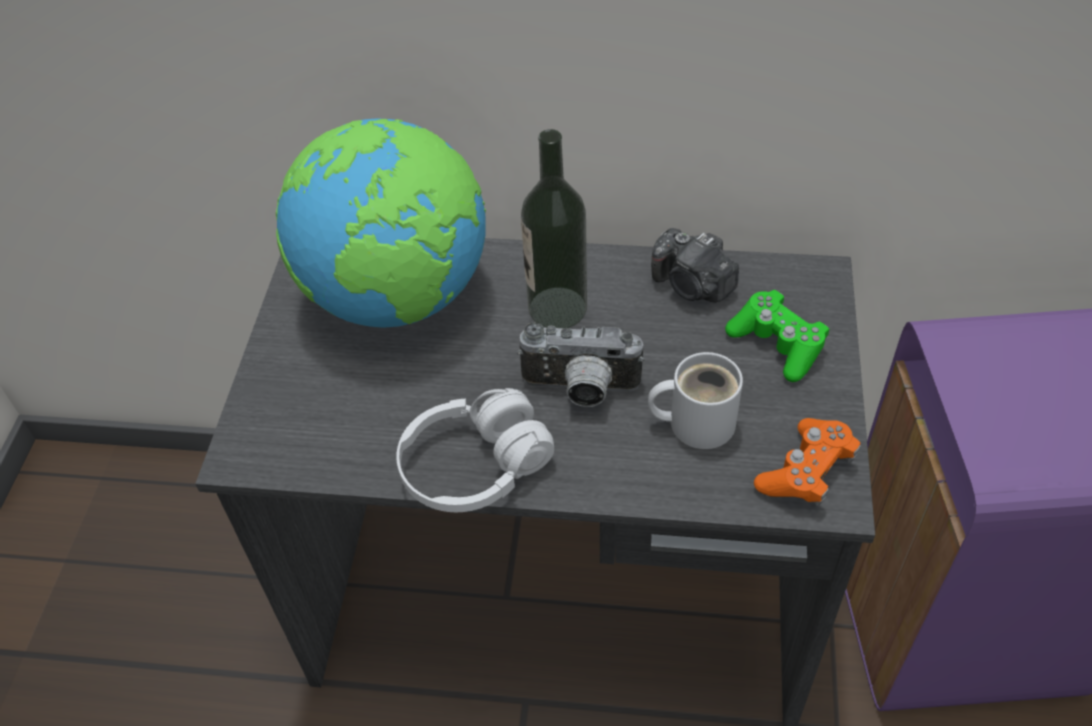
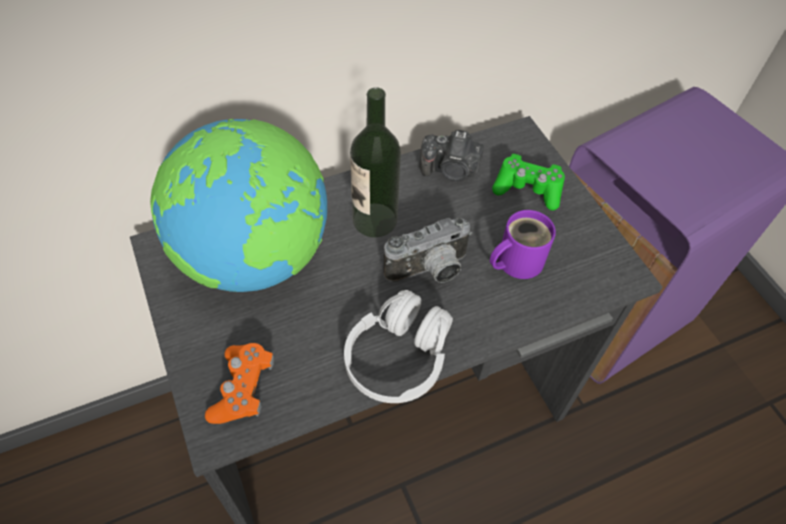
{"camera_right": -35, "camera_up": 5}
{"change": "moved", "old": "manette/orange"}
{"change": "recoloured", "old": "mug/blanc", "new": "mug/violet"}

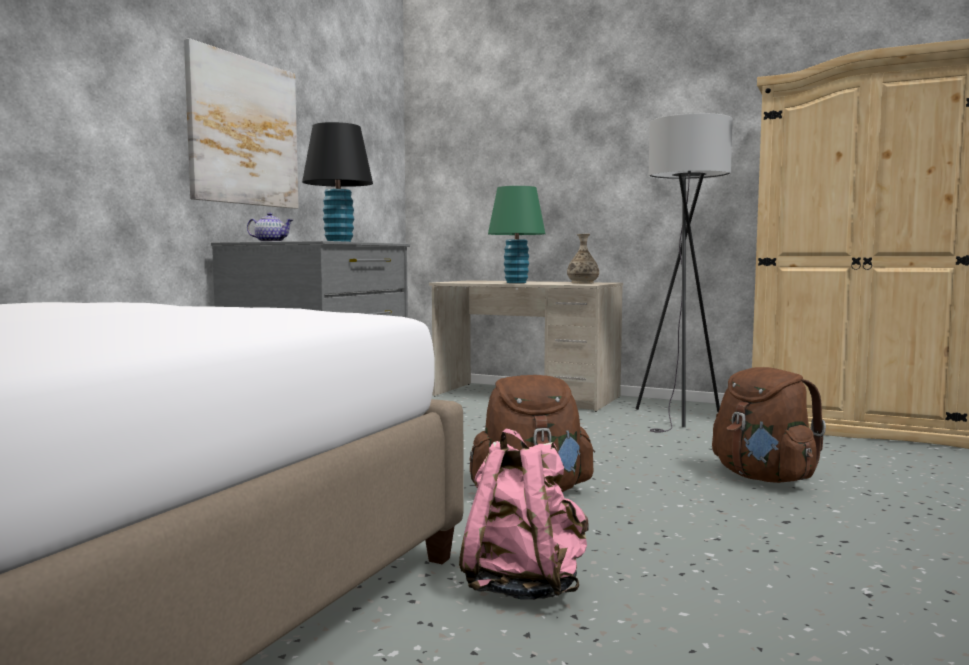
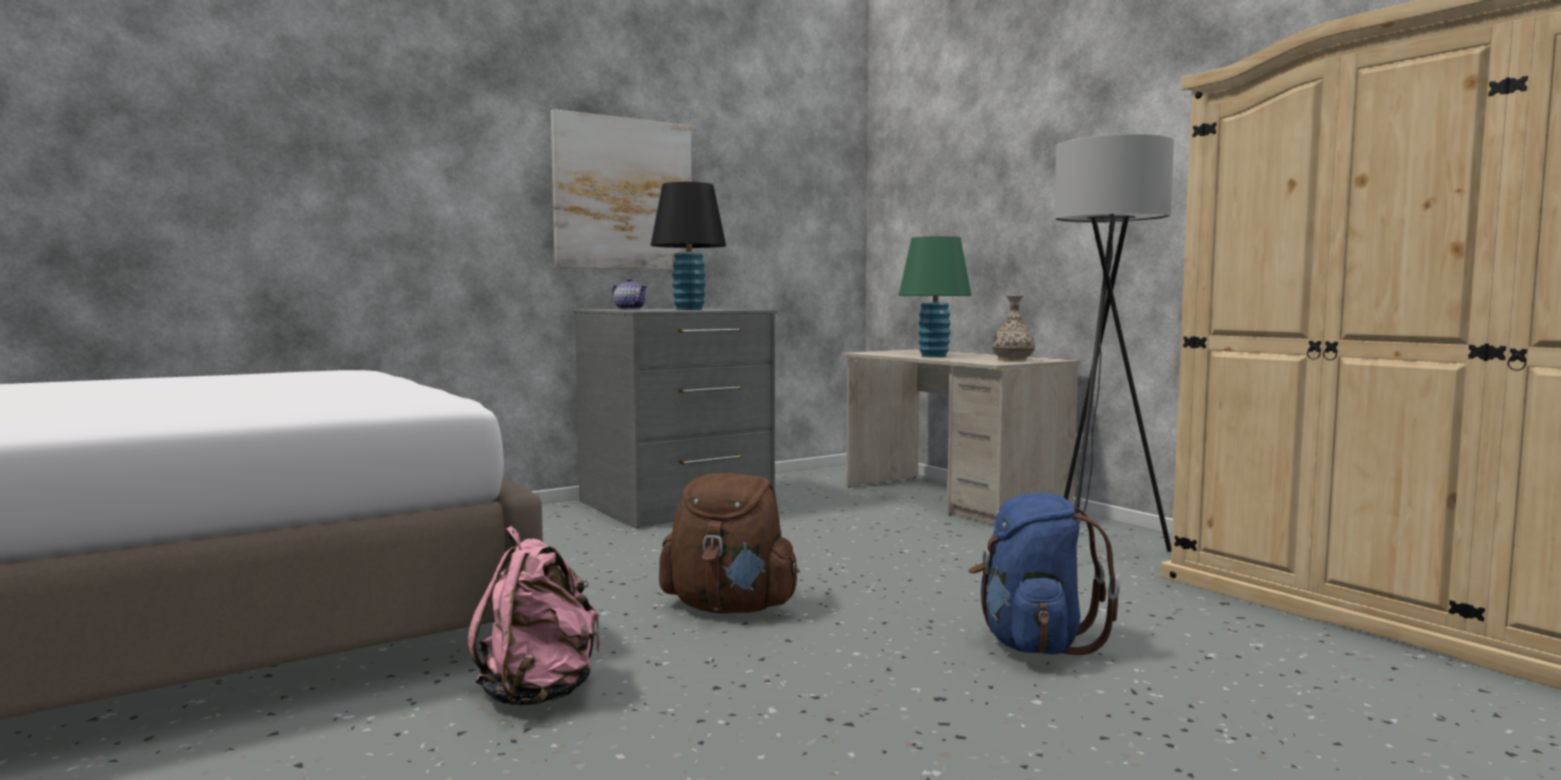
{"camera_right": 30, "camera_up": 0}
{"change": "recoloured", "old": "sac à dos/marron (2nd from left)", "new": "sac à dos/bleu"}

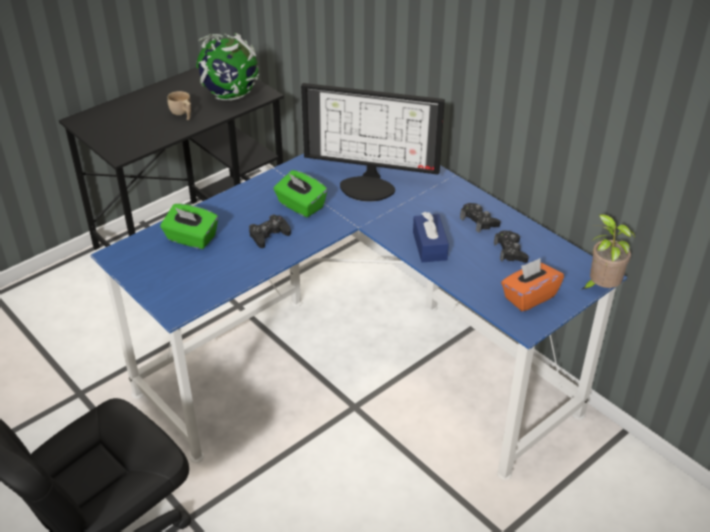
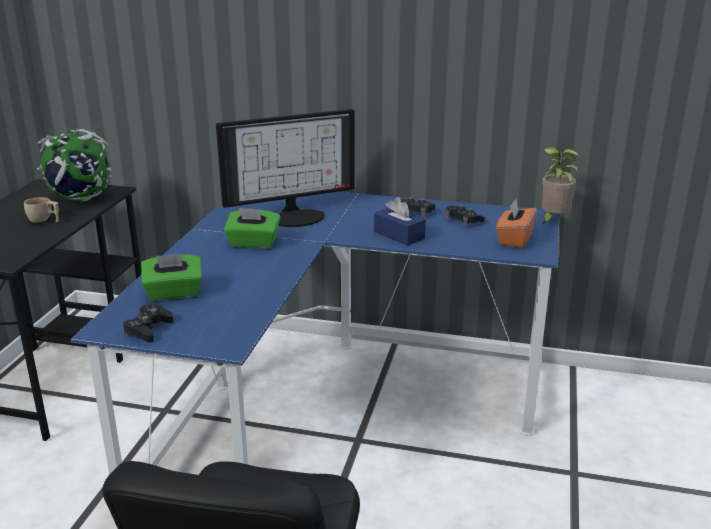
{"camera_right": -35, "camera_up": -15}
{"change": "moved", "old": "manette/noir (1st from left)"}

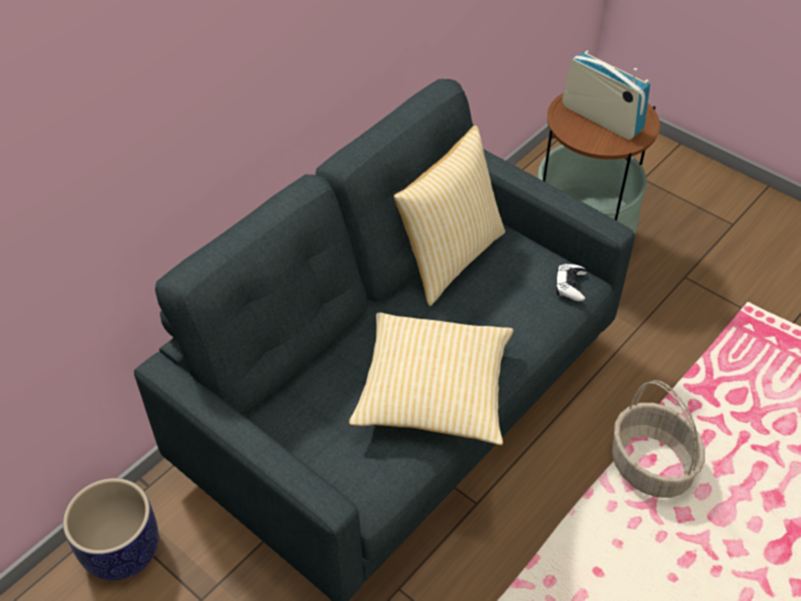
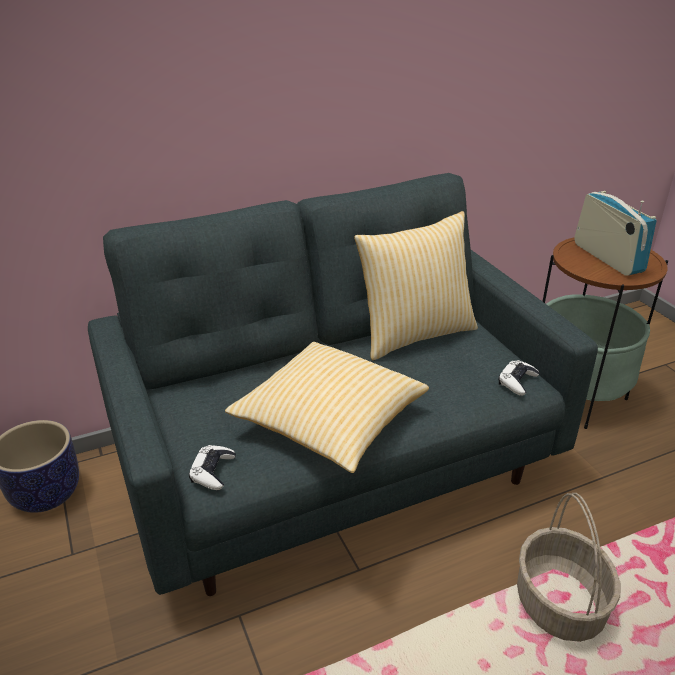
{"camera_right": 25, "camera_up": -15}
{"change": "added", "new": "manette/blanc (1st from left)"}

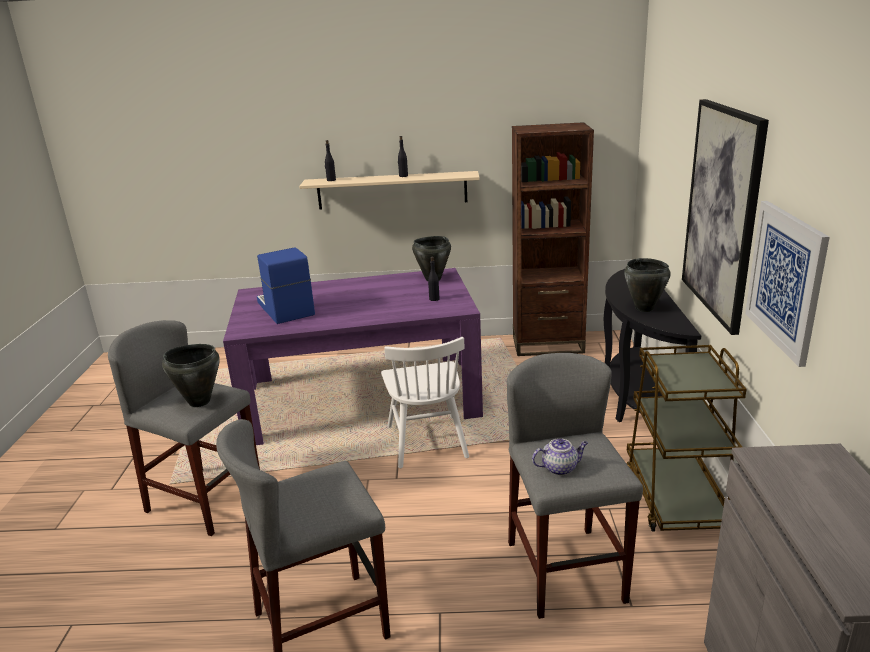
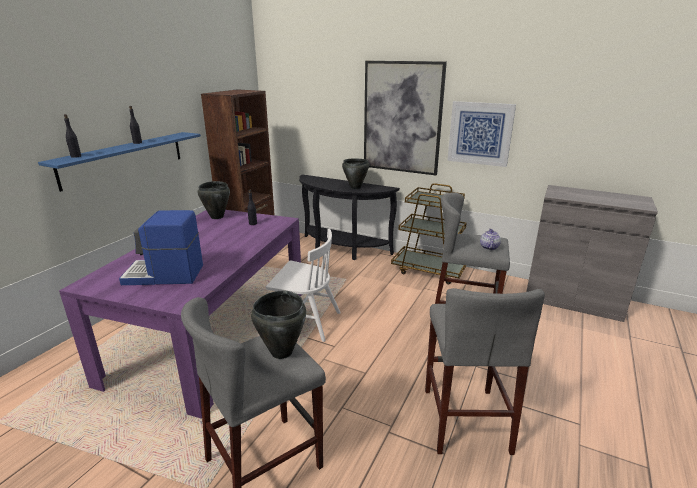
{"camera_right": -65, "camera_up": 0}
{"change": "recoloured", "old": "étagère/beige", "new": "étagère/bleu"}

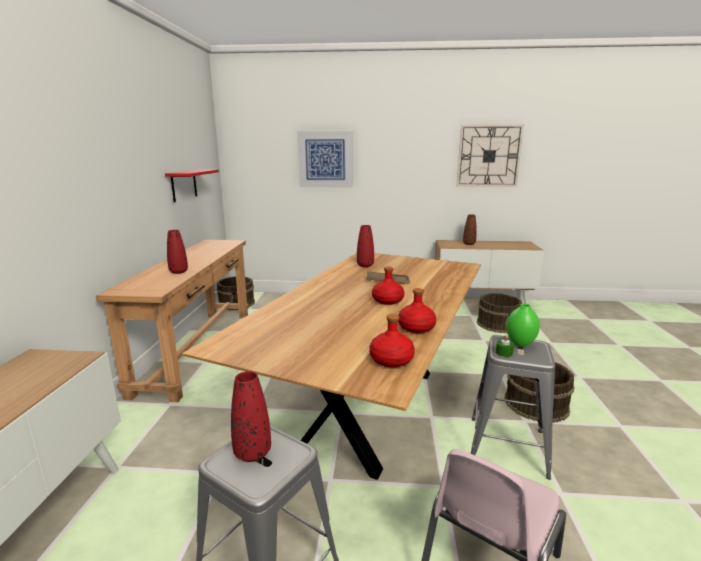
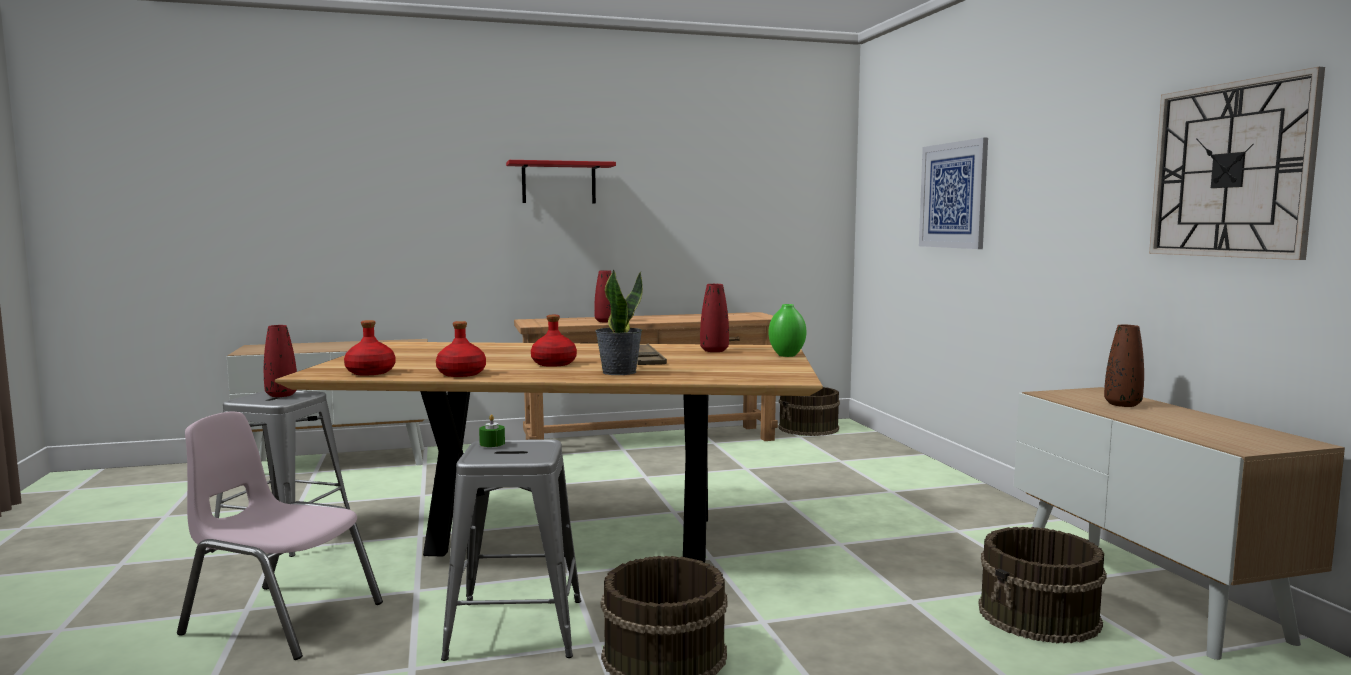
{"camera_right": 70, "camera_up": -10}
{"change": "added", "new": "plante en pot"}
{"change": "moved", "old": "étagère/rouge"}
{"change": "moved", "old": "vase/vert"}

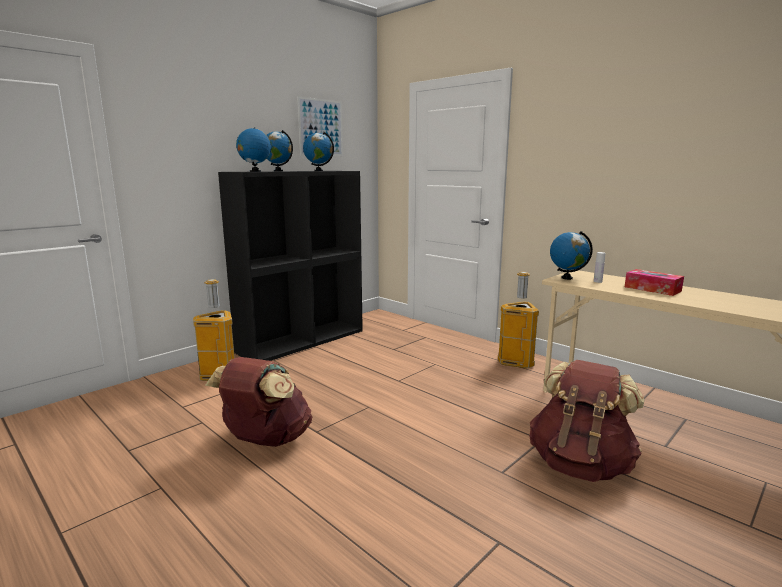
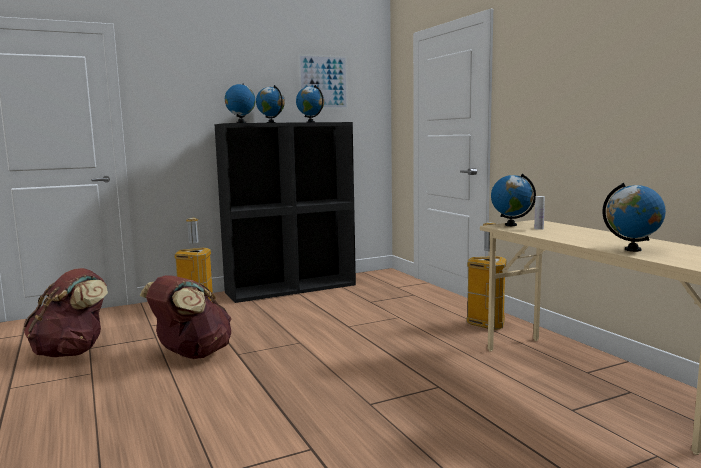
{"camera_right": 20, "camera_up": -5}
{"change": "removed", "old": "boîte à mouchoirs"}
{"change": "added", "new": "globe (5th from left)"}
{"change": "moved", "old": "sac à dos/marron (2nd from left in the first image)", "new": "sac à dos/marron (1st from left)"}

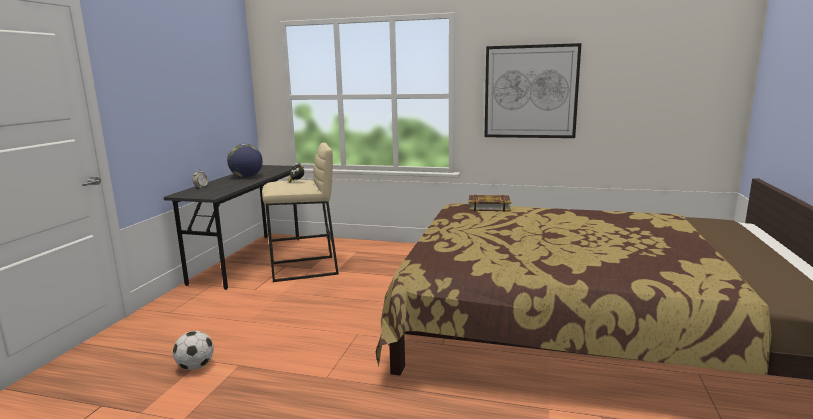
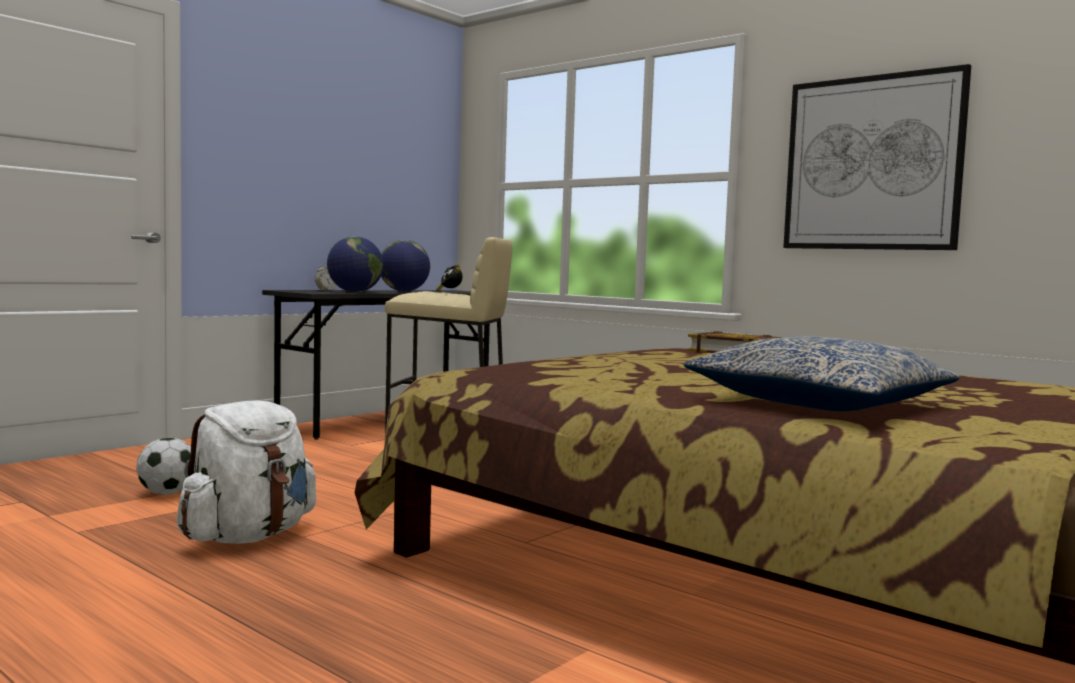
{"camera_right": 25, "camera_up": -10}
{"change": "added", "new": "sac à dos/blanc"}
{"change": "added", "new": "globe (1st from left)"}
{"change": "added", "new": "coussin"}

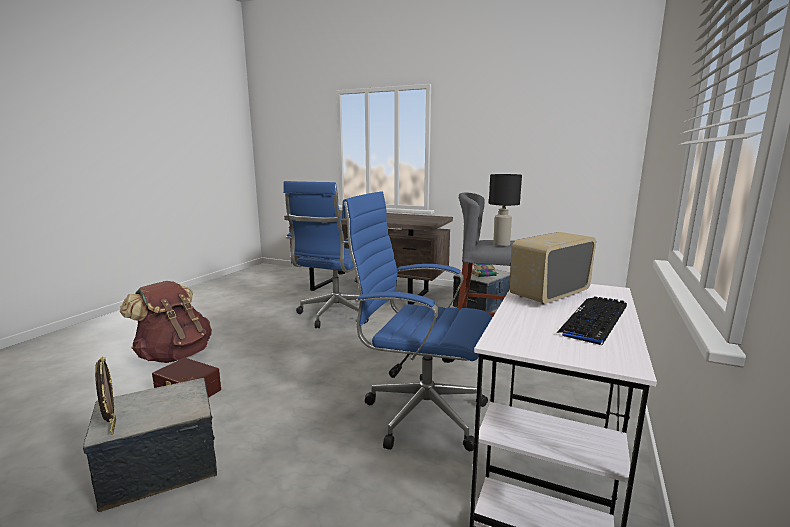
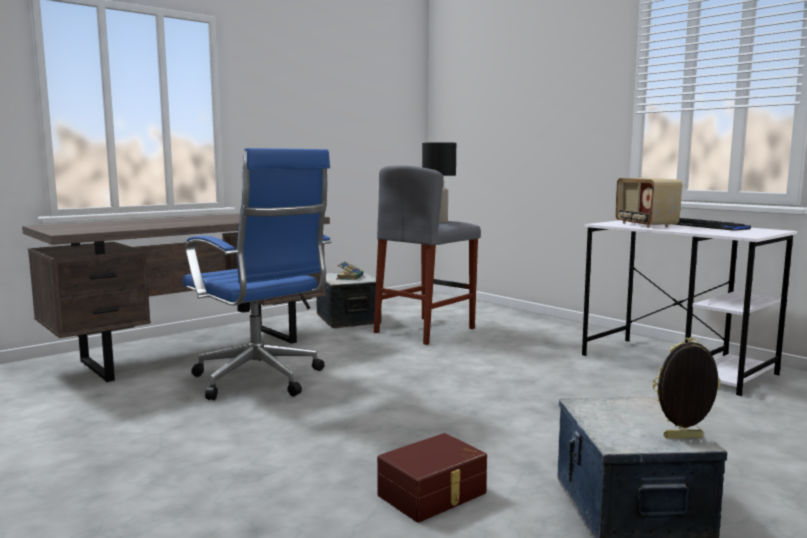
{"camera_right": -65, "camera_up": -5}
{"change": "removed", "old": "sac à dos/marron"}
{"change": "removed", "old": "chaise de bureau/bleu (2nd from left)"}

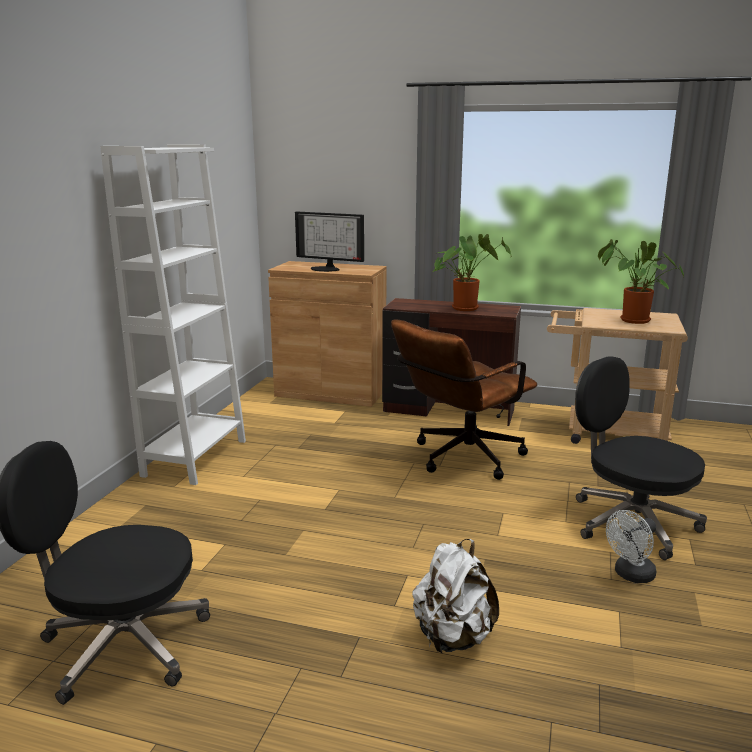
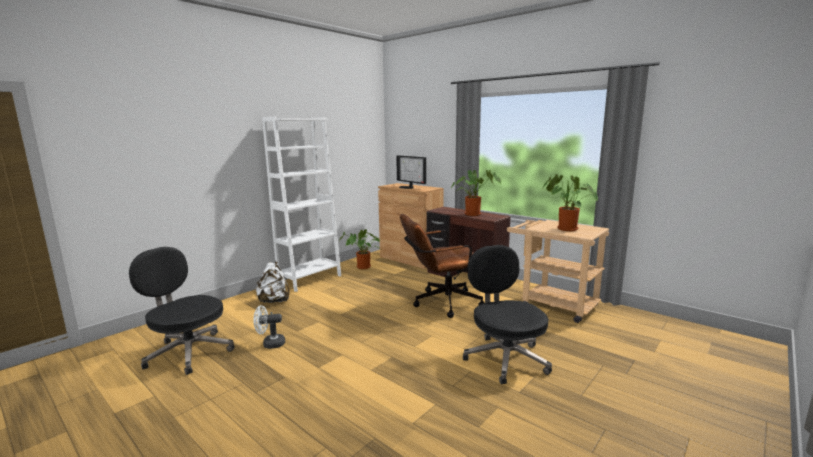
{"camera_right": 25, "camera_up": -5}
{"change": "added", "new": "plante en pot (1st from left)"}
{"change": "moved", "old": "sac à dos/blanc"}
{"change": "moved", "old": "ventilateur/blanc"}

